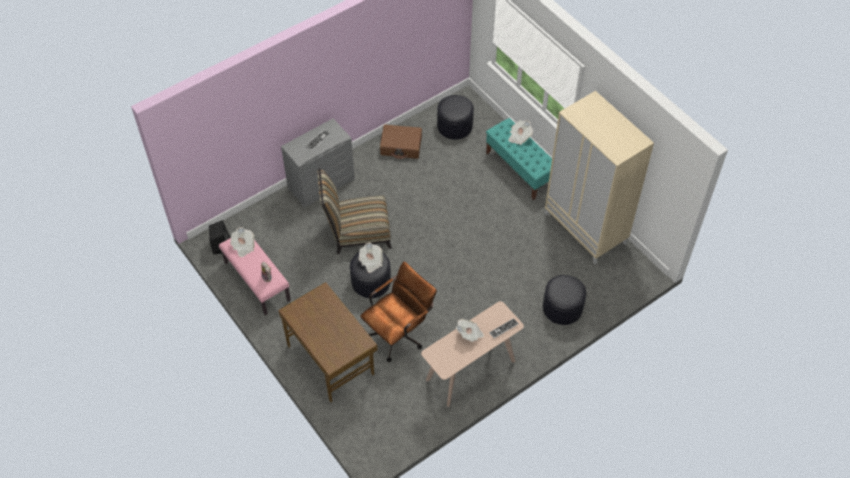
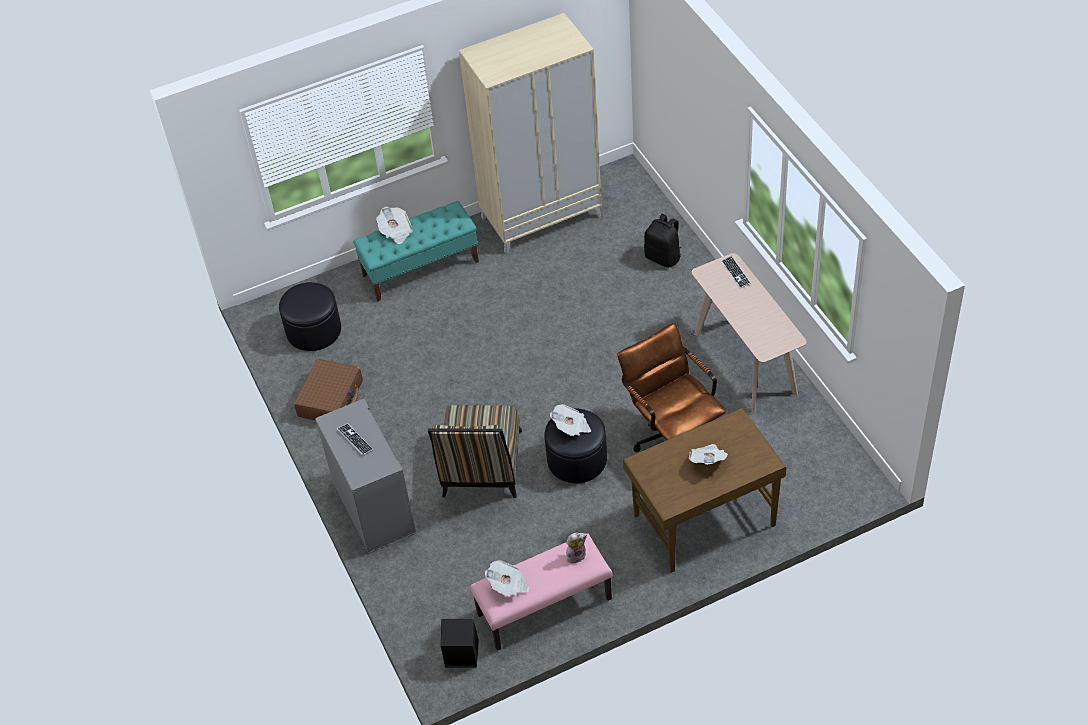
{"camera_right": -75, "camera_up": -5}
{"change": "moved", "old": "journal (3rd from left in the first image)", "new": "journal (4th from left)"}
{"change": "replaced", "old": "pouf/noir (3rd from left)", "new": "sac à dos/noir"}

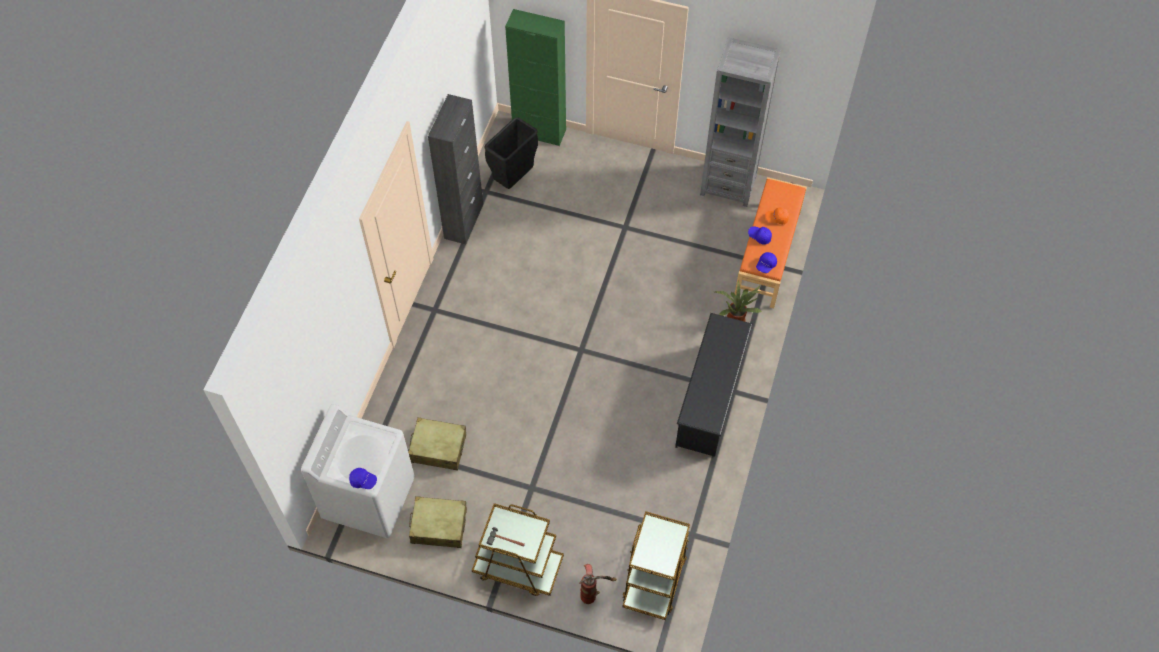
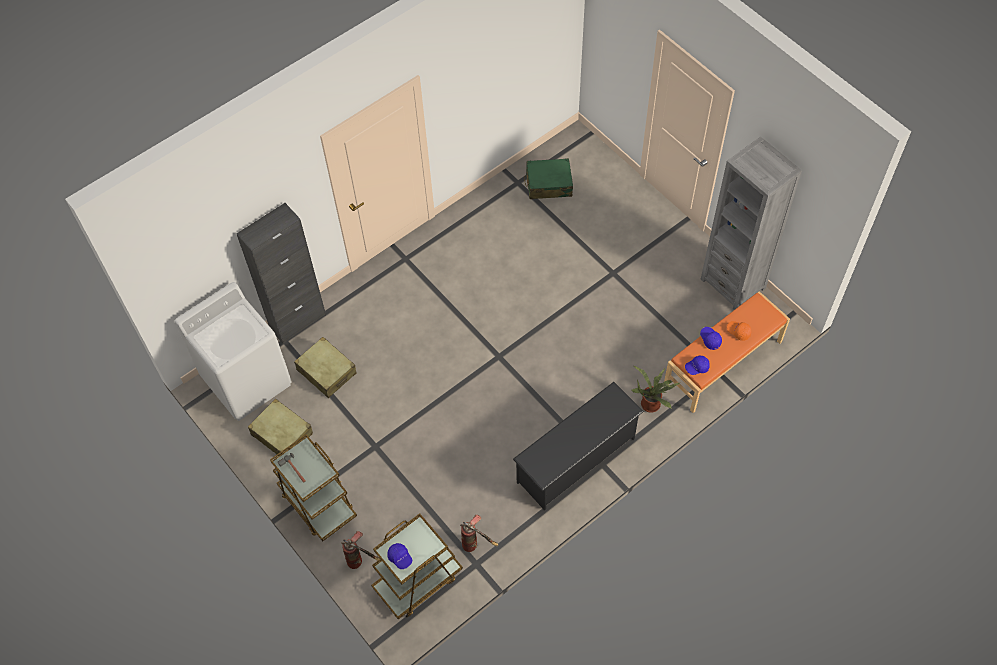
{"camera_right": 35, "camera_up": 0}
{"change": "removed", "old": "meuble de rangement/vert"}
{"change": "added", "new": "extincteur (2nd from left)"}
{"change": "moved", "old": "casquette/bleu (1st from left)"}
{"change": "moved", "old": "meuble de rangement/noir"}
{"change": "replaced", "old": "poubelle/noir", "new": "valise/vert"}

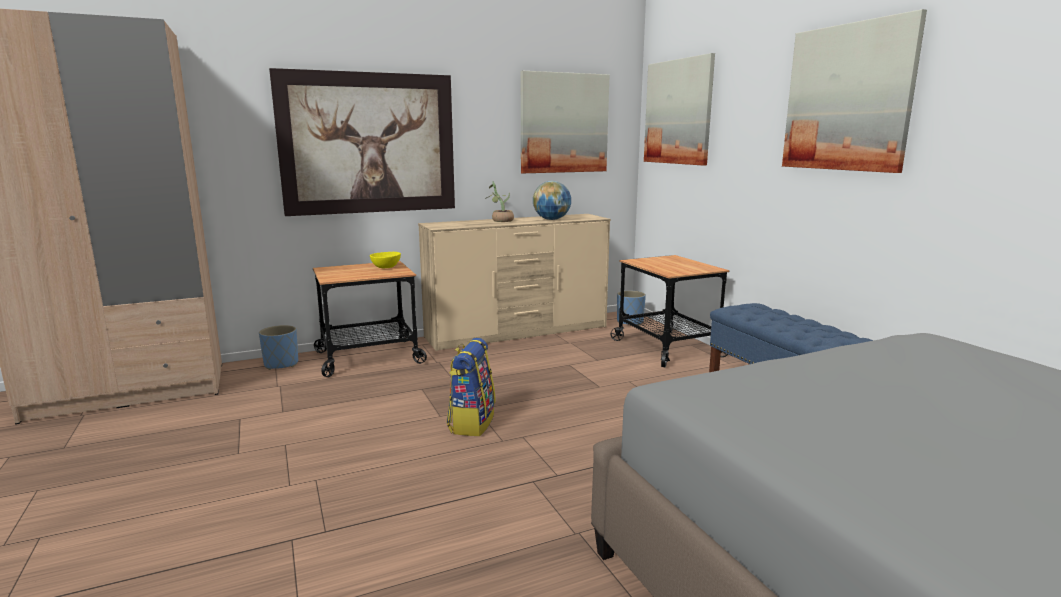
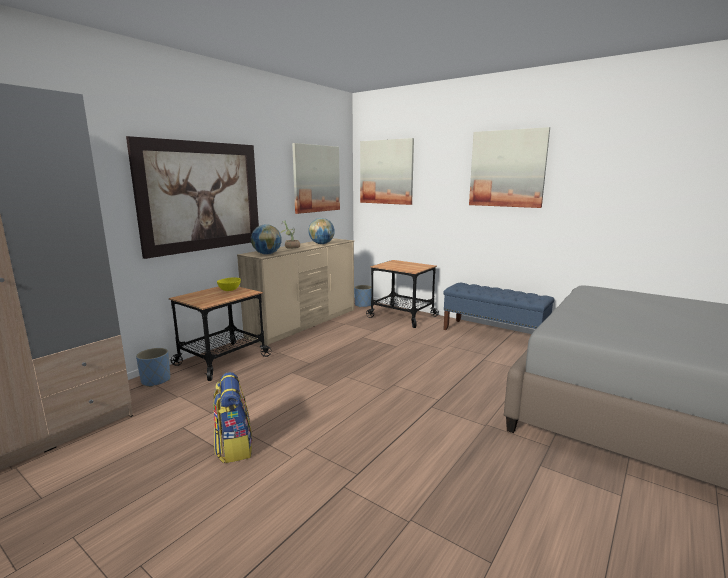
{"camera_right": -30, "camera_up": 0}
{"change": "added", "new": "globe (1st from left)"}
{"change": "moved", "old": "sac à dos"}

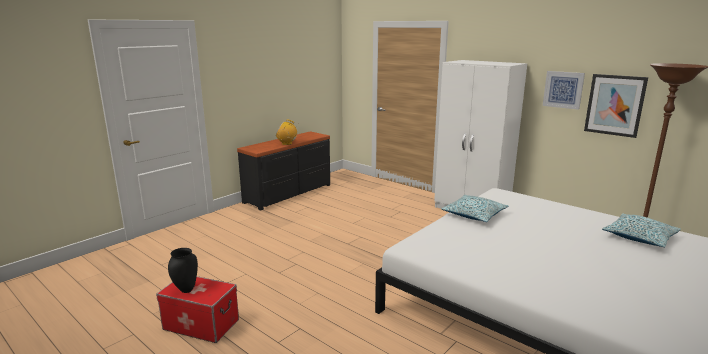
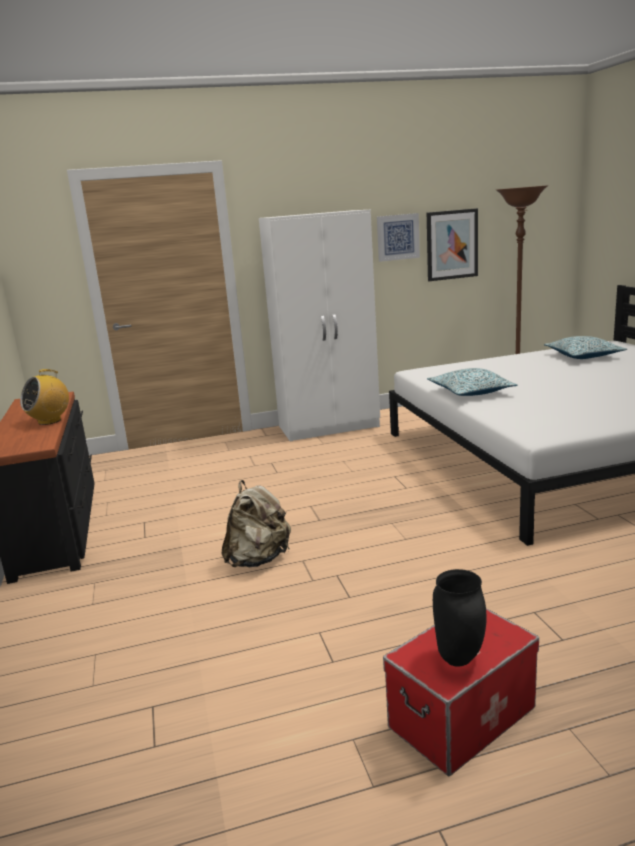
{"camera_right": -55, "camera_up": 0}
{"change": "added", "new": "sac à dos/beige"}

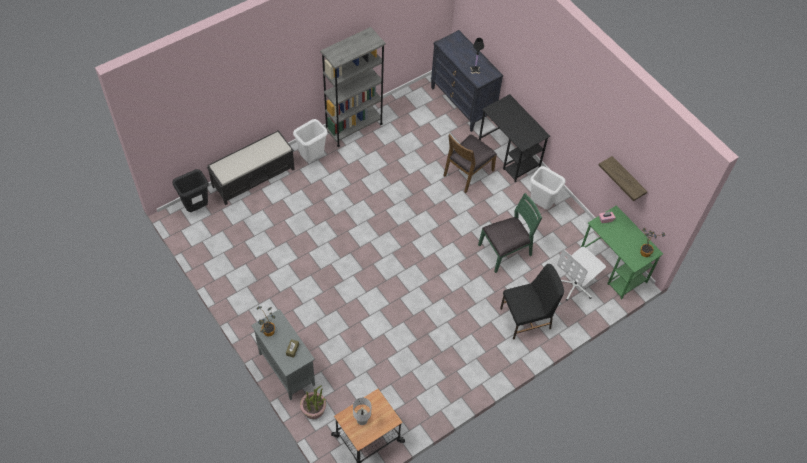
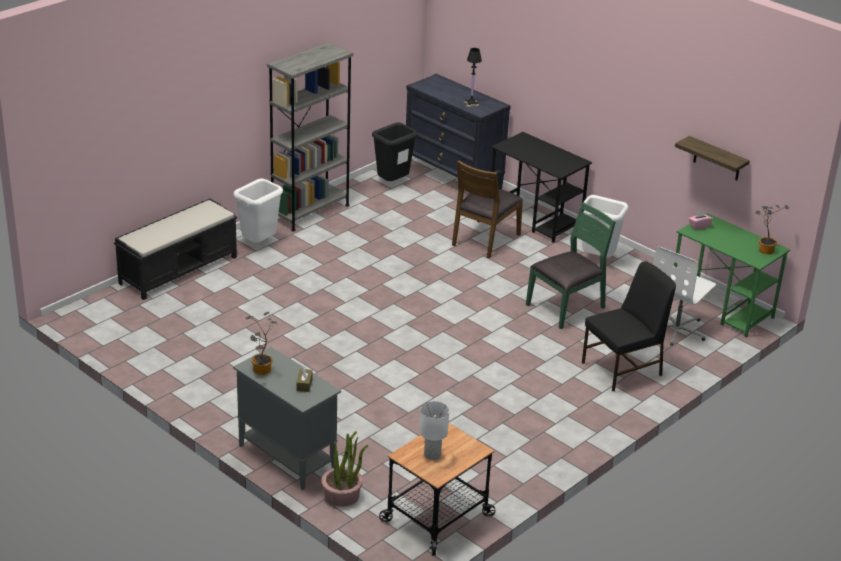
{"camera_right": -10, "camera_up": -25}
{"change": "moved", "old": "poubelle/noir"}

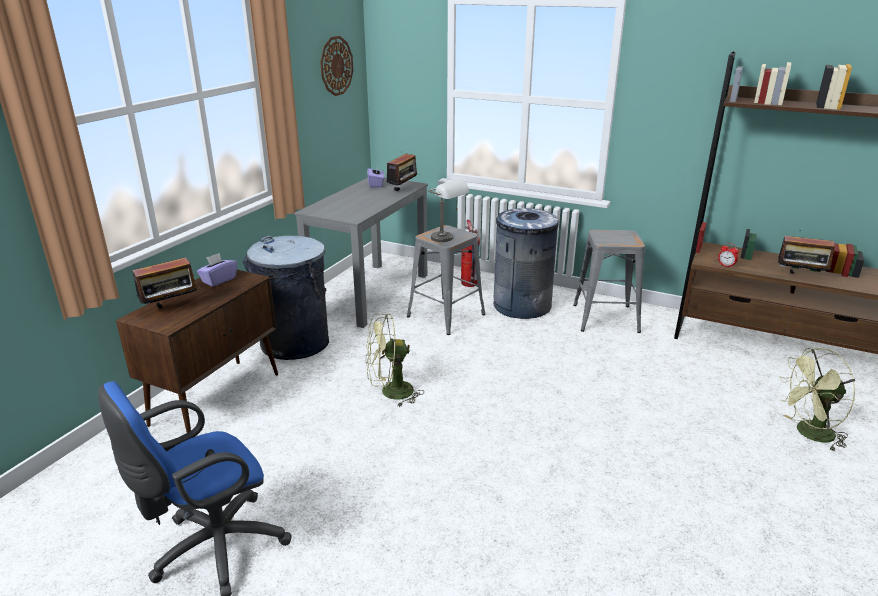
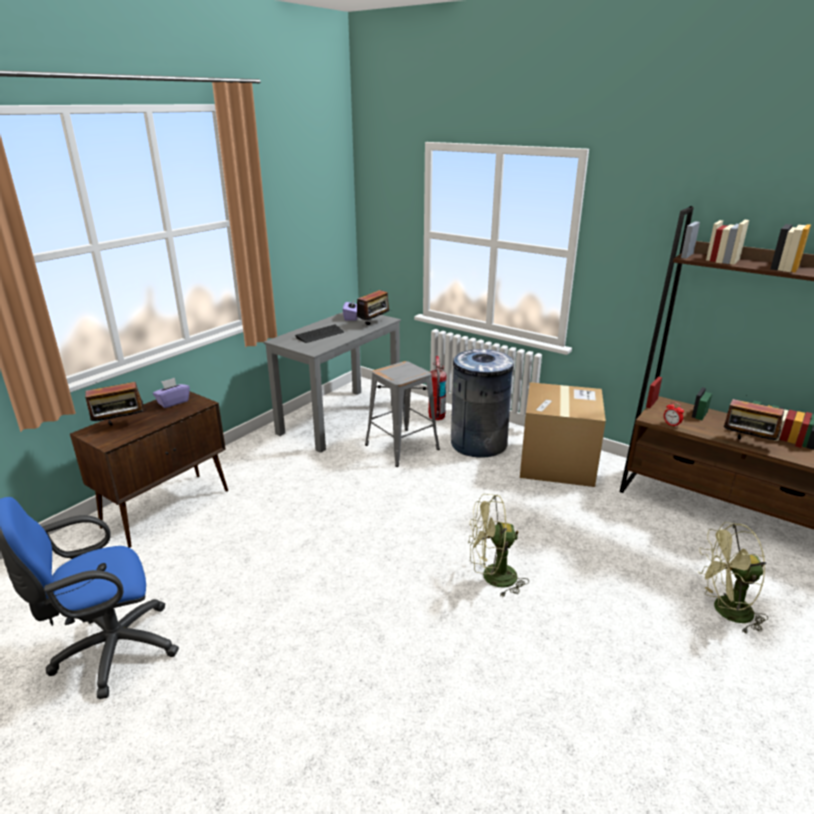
{"camera_right": 10, "camera_up": 0}
{"change": "removed", "old": "poubelle/gris (1st from left)"}
{"change": "removed", "old": "horloge murale"}
{"change": "removed", "old": "lampe de table/gris"}
{"change": "added", "new": "clavier"}
{"change": "moved", "old": "ventilateur/vert (1st from left)"}
{"change": "replaced", "old": "tabouret/gris (2nd from left)", "new": "carton"}

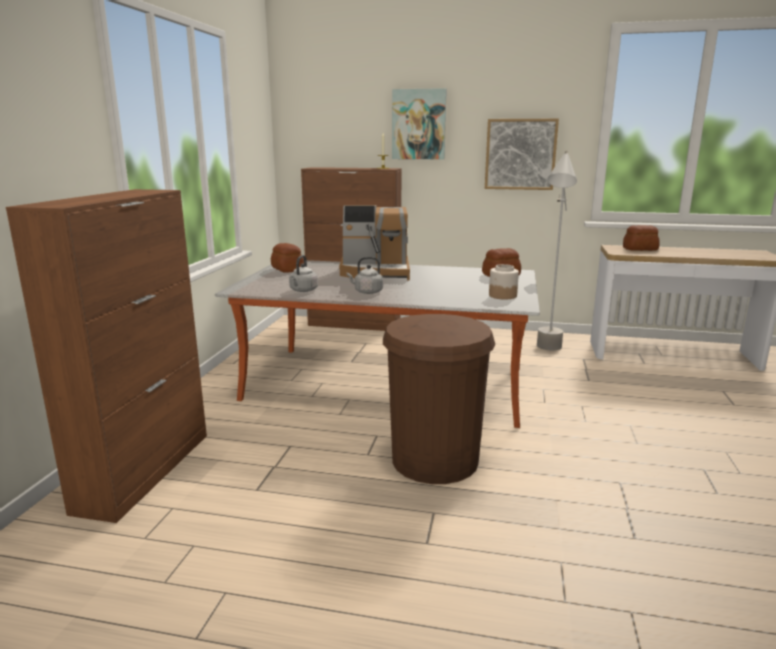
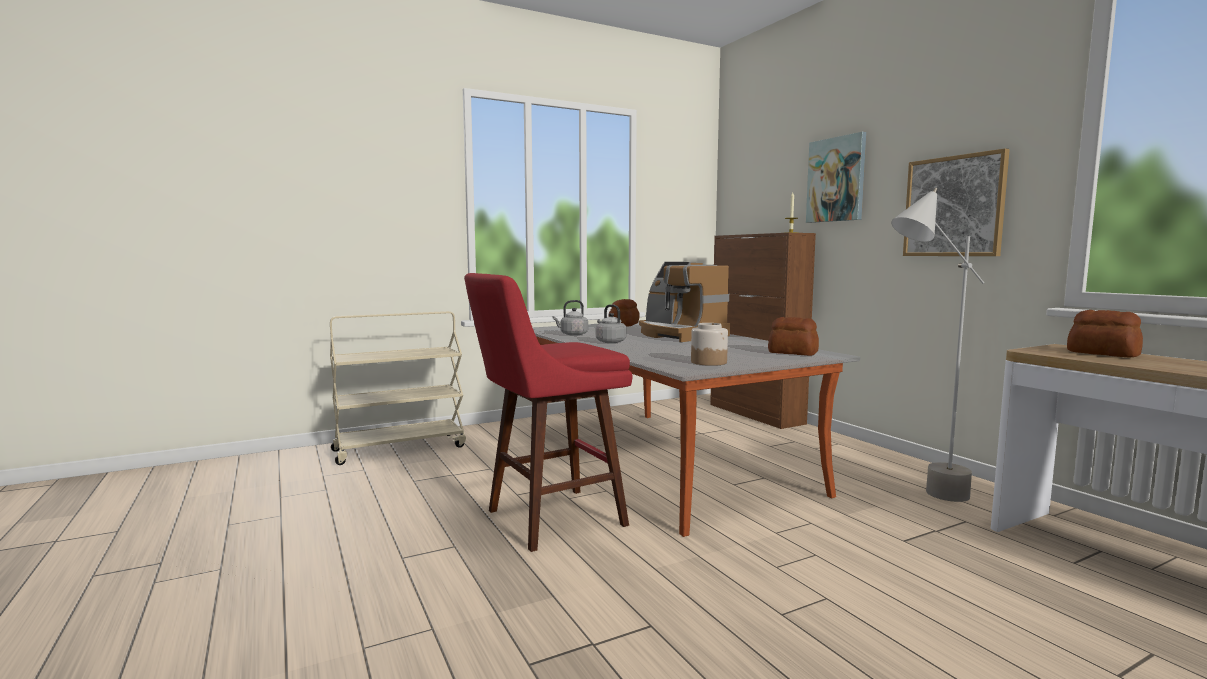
{"camera_right": 50, "camera_up": -10}
{"change": "replaced", "old": "meuble de rangement/marron (1st from left)", "new": "chariot/beige"}
{"change": "replaced", "old": "poubelle/marron", "new": "tabouret/rouge"}

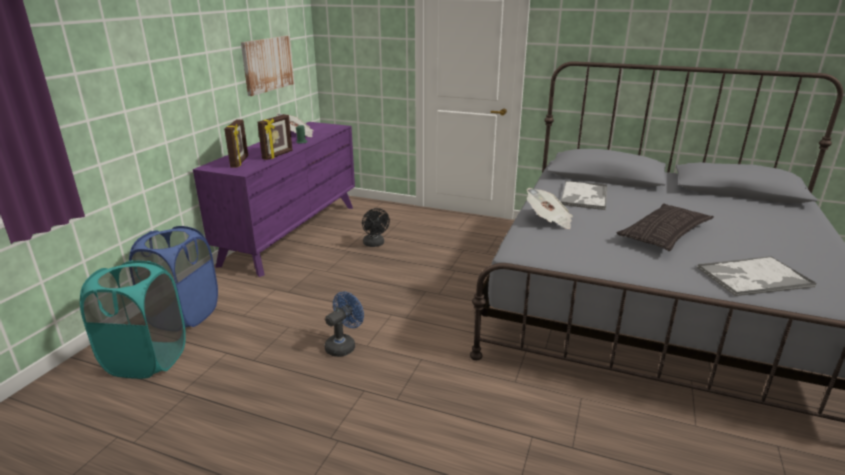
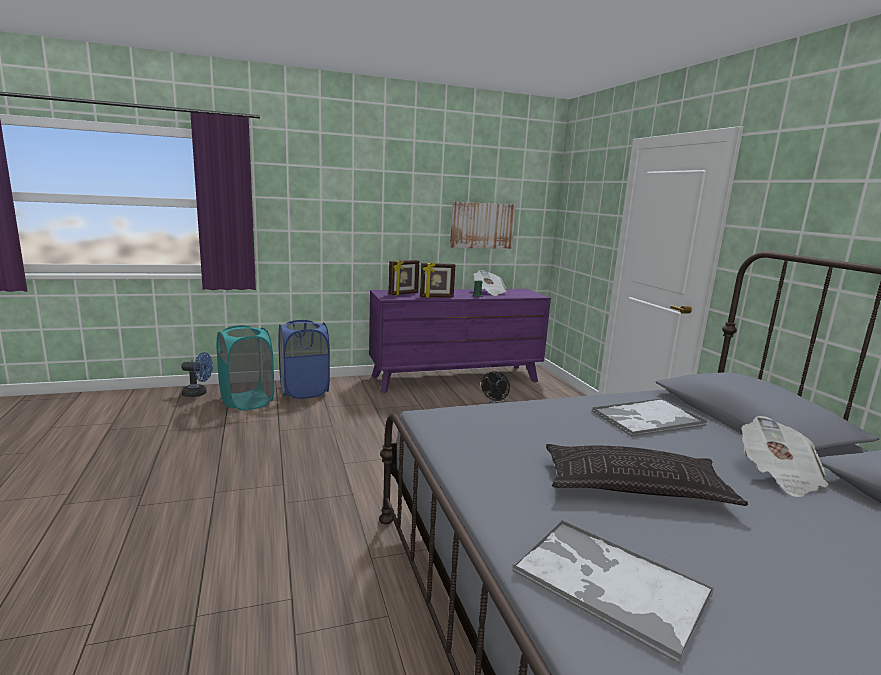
{"camera_right": 50, "camera_up": -10}
{"change": "moved", "old": "ventilateur/bleu"}
{"change": "moved", "old": "journal (2nd from left)"}

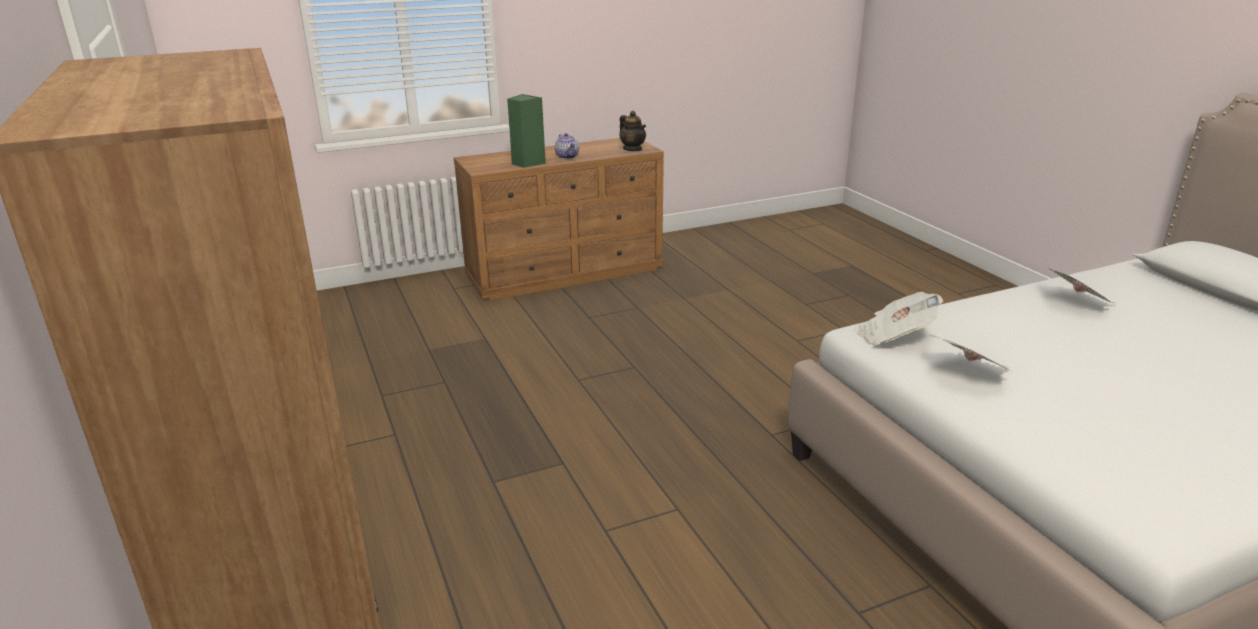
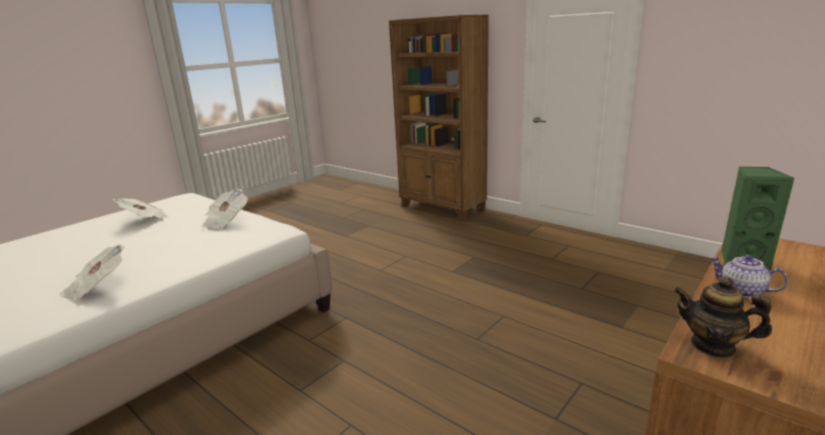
{"camera_right": 155, "camera_up": -5}
{"change": "moved", "old": "journal (1st from left in the first image)", "new": "journal (2nd from left)"}

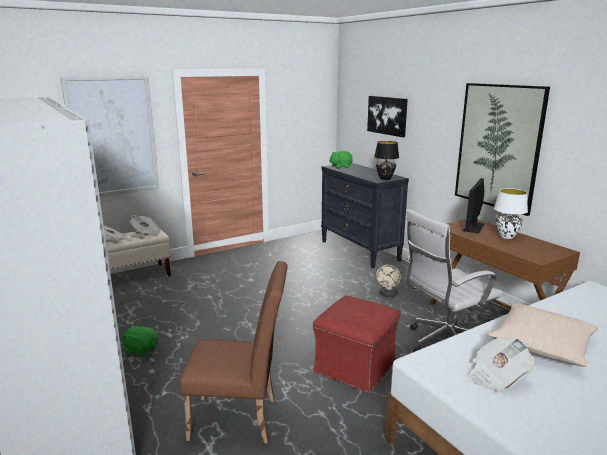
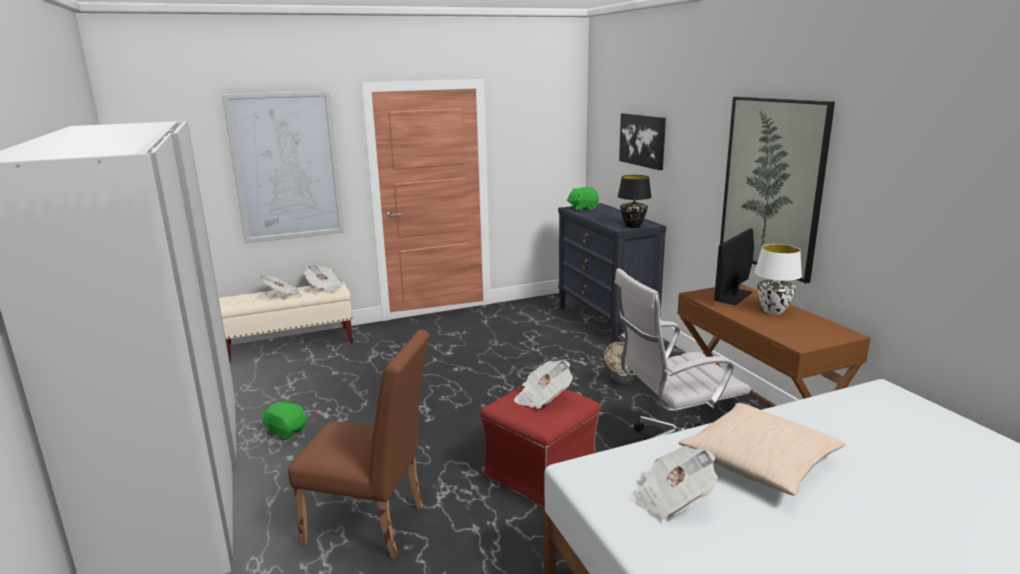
{"camera_right": 10, "camera_up": 0}
{"change": "added", "new": "journal (3rd from left)"}

